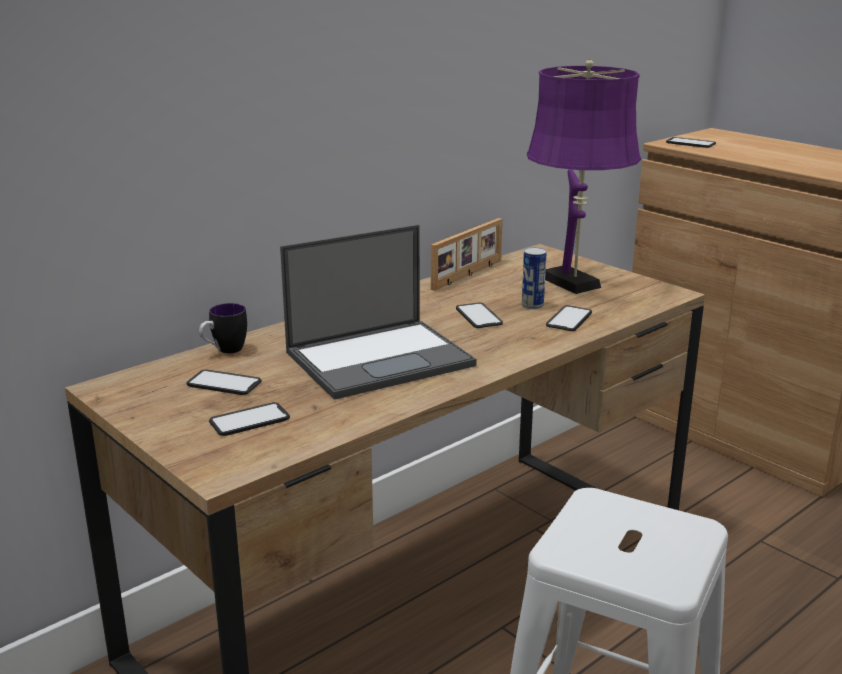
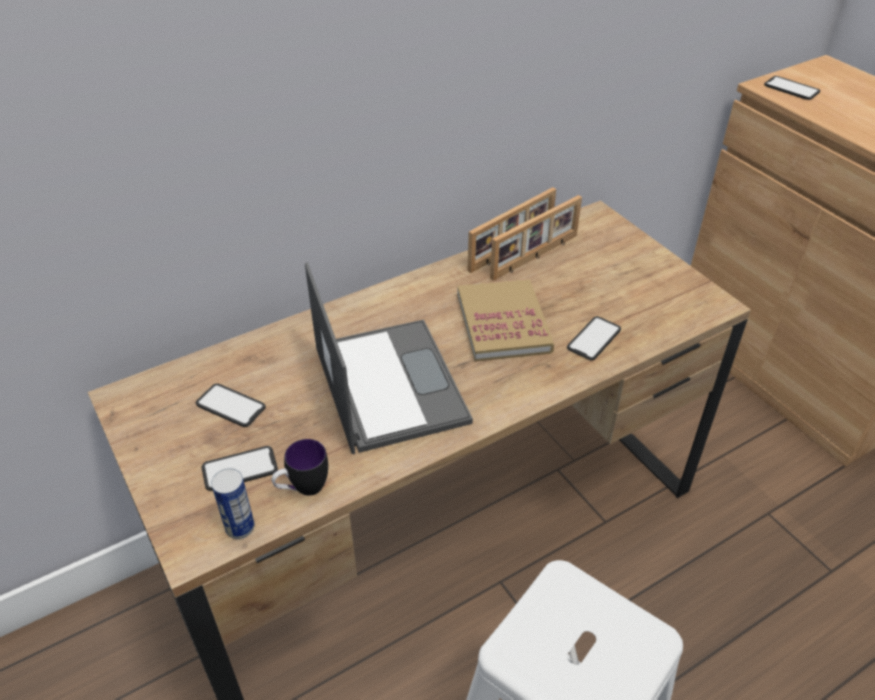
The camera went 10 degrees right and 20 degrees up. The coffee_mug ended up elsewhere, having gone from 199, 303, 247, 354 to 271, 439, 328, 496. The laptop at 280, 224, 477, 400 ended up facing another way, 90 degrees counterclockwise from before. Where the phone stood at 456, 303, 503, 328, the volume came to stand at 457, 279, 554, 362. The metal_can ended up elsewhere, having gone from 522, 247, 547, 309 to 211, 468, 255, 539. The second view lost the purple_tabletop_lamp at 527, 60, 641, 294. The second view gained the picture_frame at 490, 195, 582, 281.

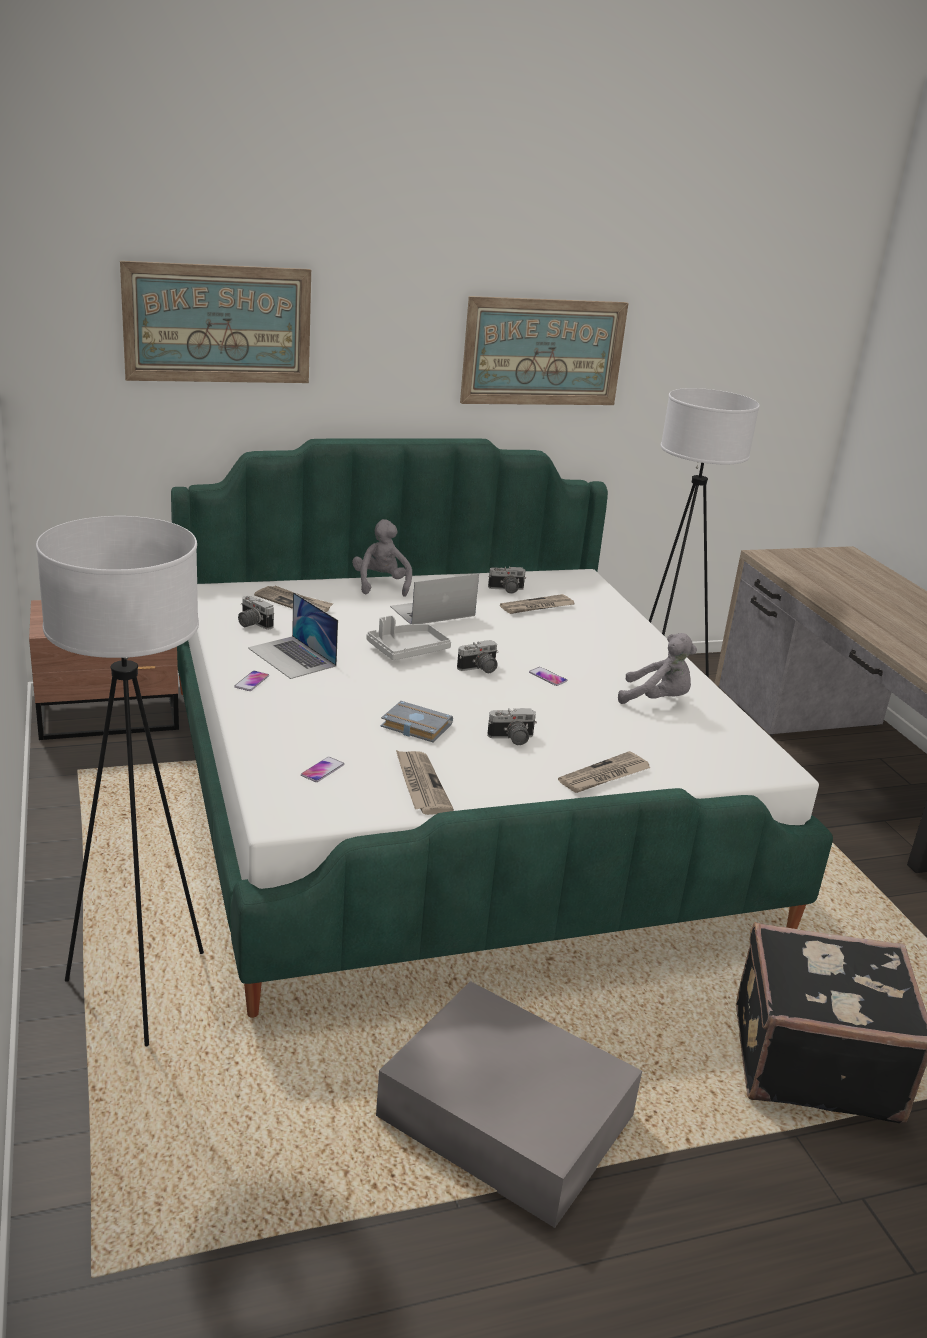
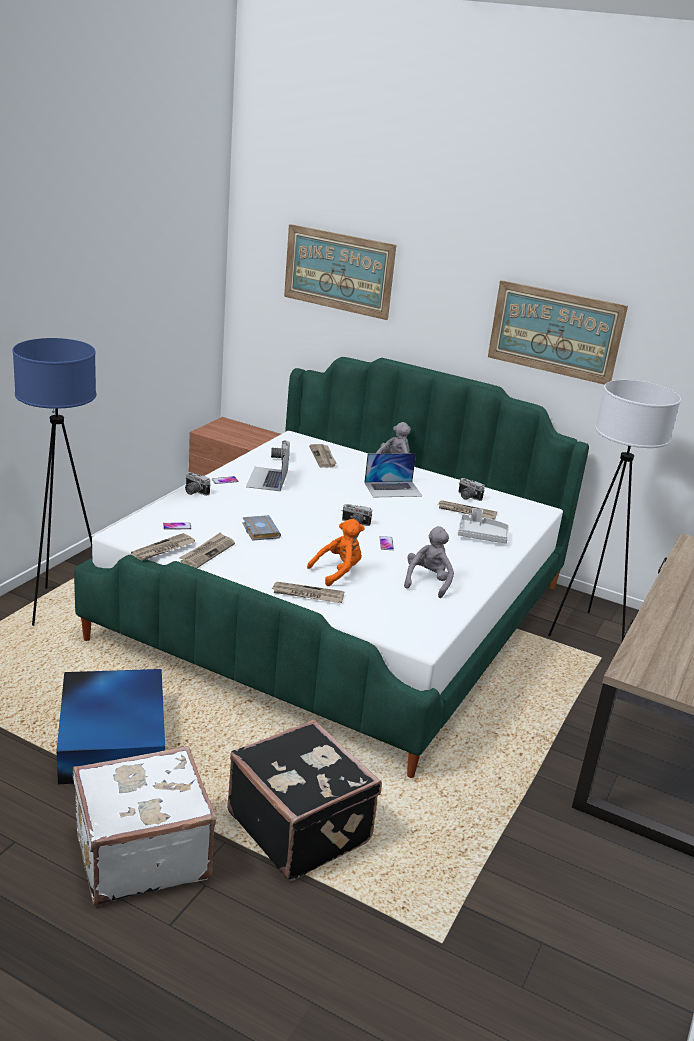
The camera went 45 degrees right and 0 degrees up. What was the white-coloured_standard_lamp at 36, 516, 204, 1046 turned into the blue_standard_lamp at 12, 338, 96, 626. The greyish_serving_tray ended up elsewhere, having gone from 366, 615, 451, 660 to 458, 508, 509, 543. What was the greyish_storage_bin at 376, 981, 642, 1228 turned into the blue_storage_bin at 57, 669, 165, 784. The laptop at 390, 574, 479, 624 ended up facing another way, 150 degrees clockwise from before. The photo_camera ended up elsewhere, having gone from 487, 708, 537, 745 to 185, 472, 211, 496. The greyish_cuddly_toy at 618, 633, 697, 704 ended up facing another way, 135 degrees counterclockwise from before. The second view gained the white-coloured_suitcase at 73, 746, 216, 905. The second view gained the printed_paper at 131, 533, 195, 561. The second view gained the orange_cuddly_toy at 307, 519, 364, 586.

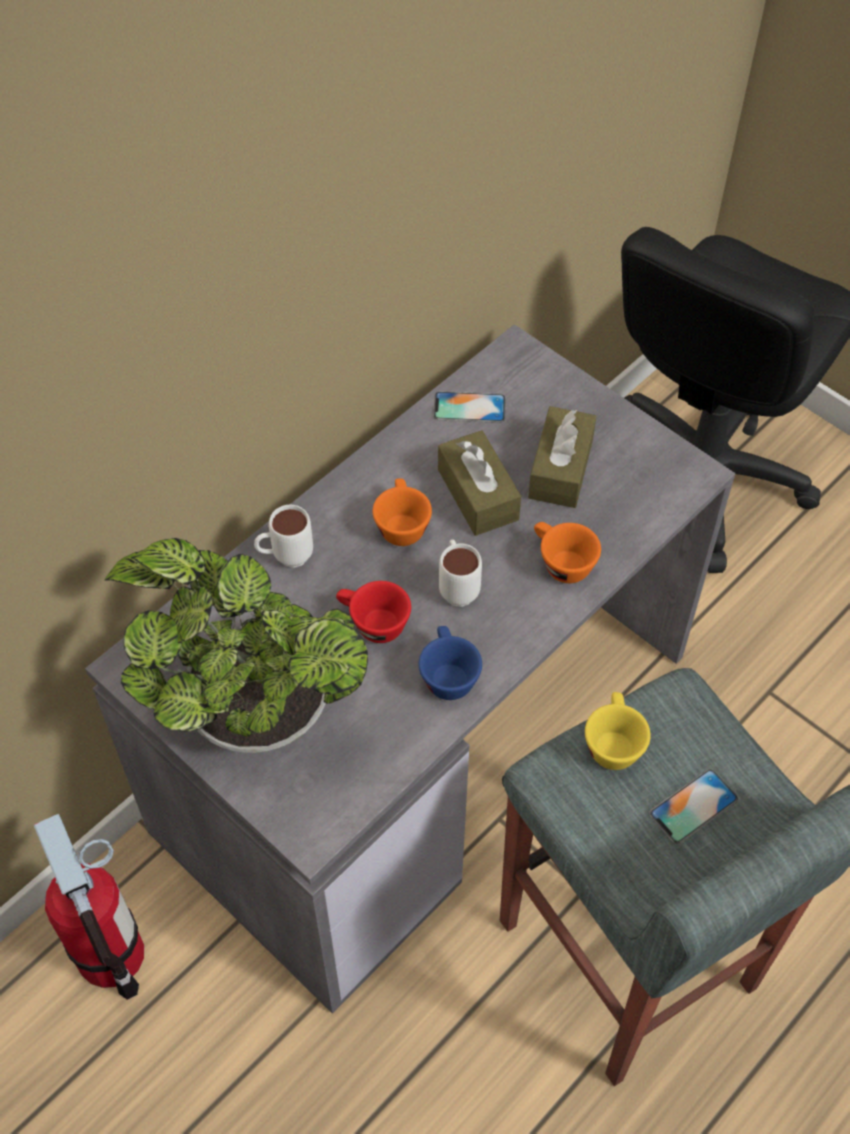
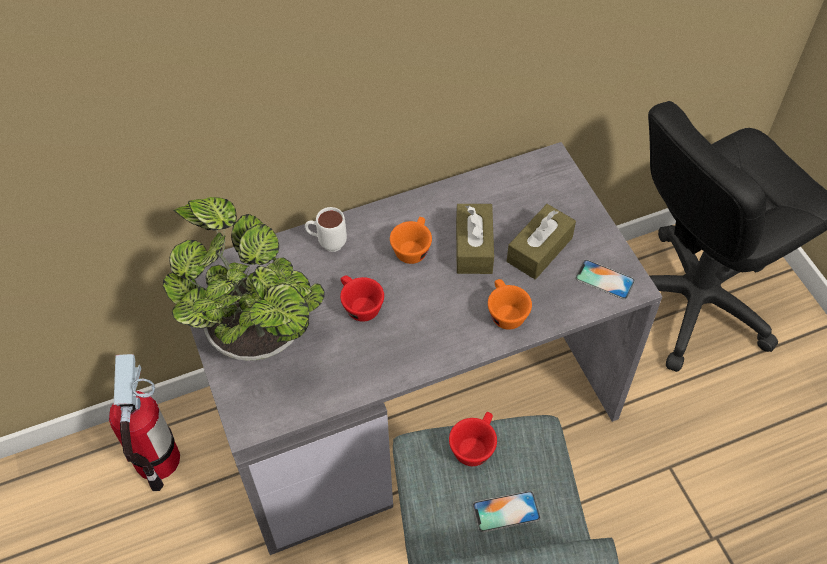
The camera went 25 degrees right and 0 degrees up. The second view lost the blue_small_cup at 419, 626, 482, 700. The phone ended up elsewhere, having gone from 434, 391, 506, 423 to 575, 260, 635, 299. The second view lost the white-coloured_coffee_mug at 439, 539, 482, 607. What was the yellow-coloured_small_cup at 585, 692, 651, 770 turned into the red_small_cup at 449, 412, 497, 466.

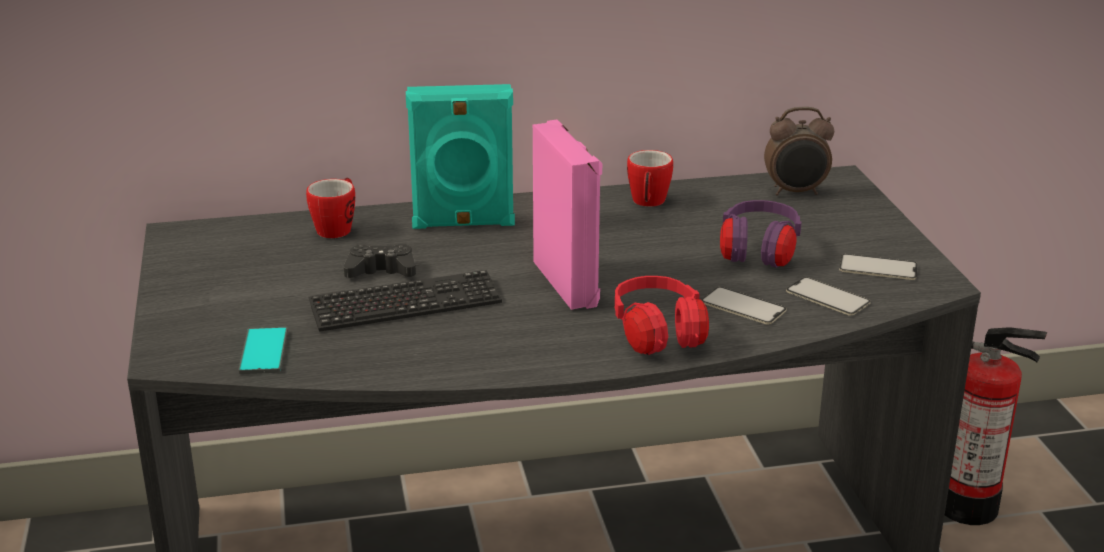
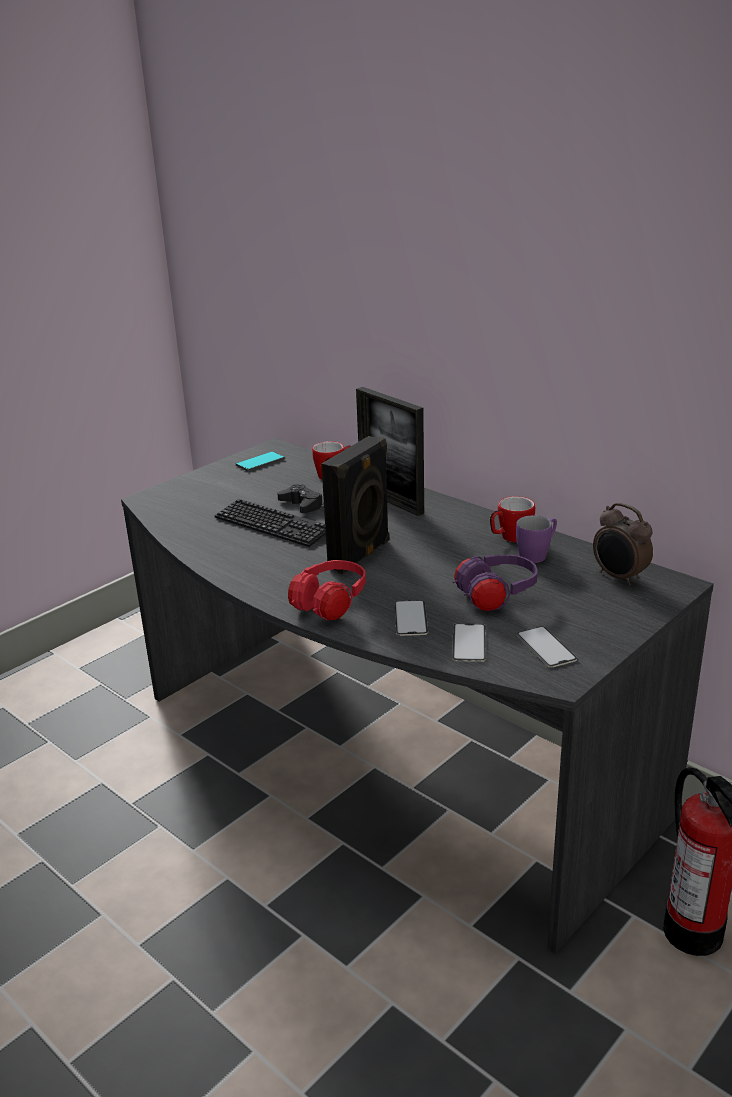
The camera went 55 degrees right and 0 degrees up. The phone ended up elsewhere, having gone from 238, 326, 288, 374 to 236, 451, 285, 472. Where the turquoise-coloured_audio_speaker stood at 406, 84, 515, 229, the picture_frame came to stand at 356, 387, 424, 516. What was the pink-coloured_audio_speaker at 533, 120, 602, 310 turned into the blackish_audio_speaker at 321, 436, 390, 574. The second view gained the purple_coffee_mug at 516, 515, 557, 563.

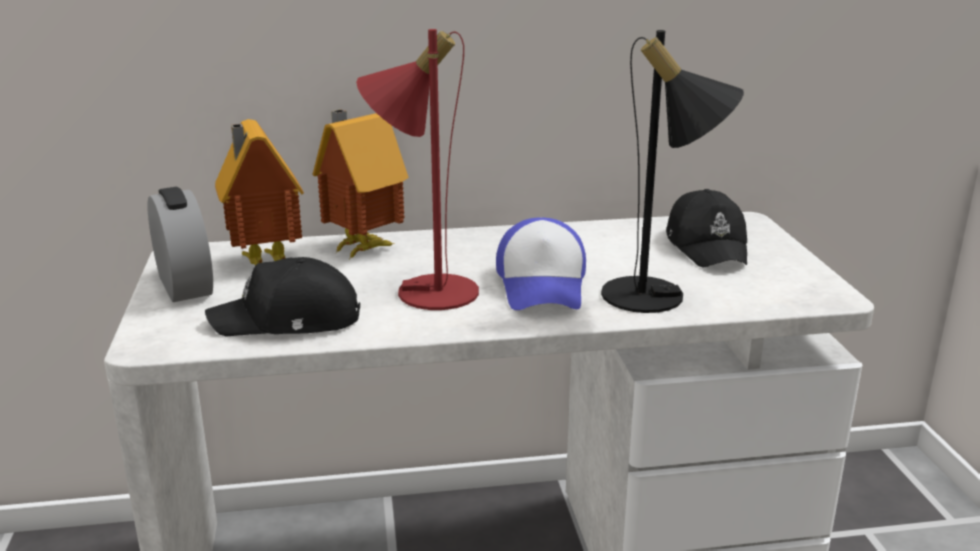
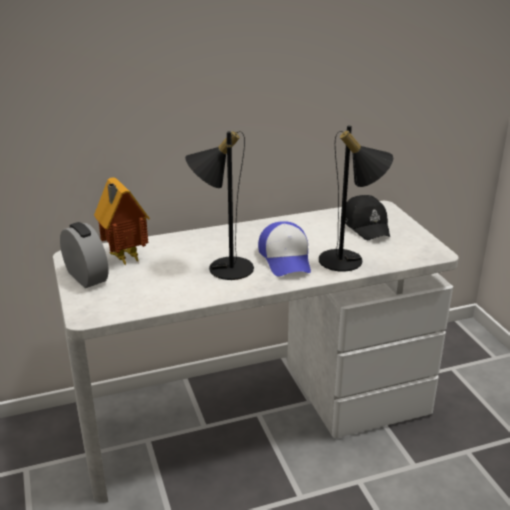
The camera went 10 degrees left and 5 degrees up. The second view lost the blackish_cap at 205, 257, 360, 337. The second view lost the model_house at 312, 109, 409, 259. What was the red_tabletop_lamp at 356, 29, 479, 310 turned into the blackish_tabletop_lamp at 185, 131, 254, 280.

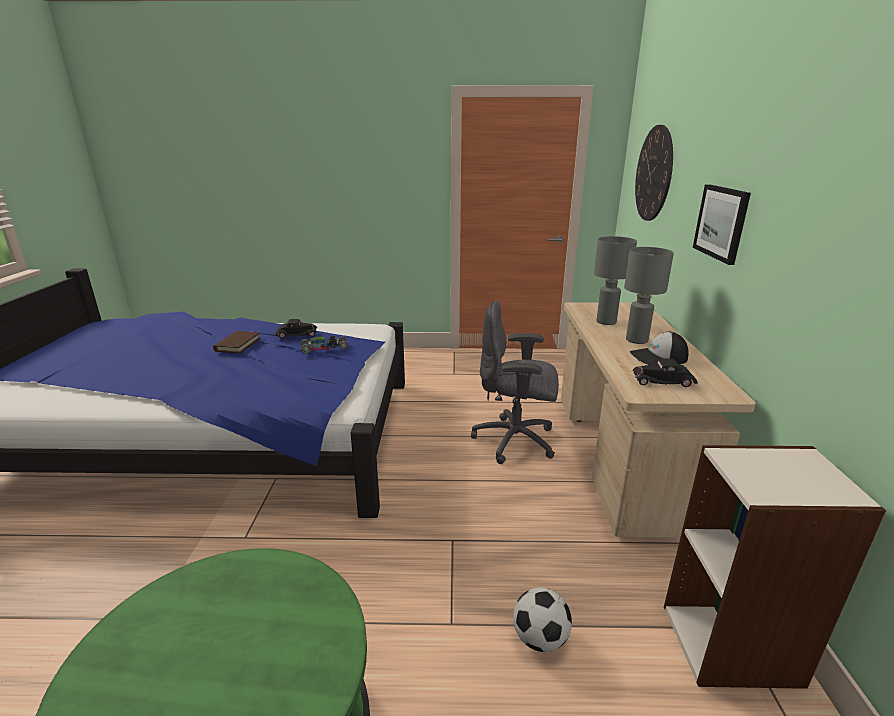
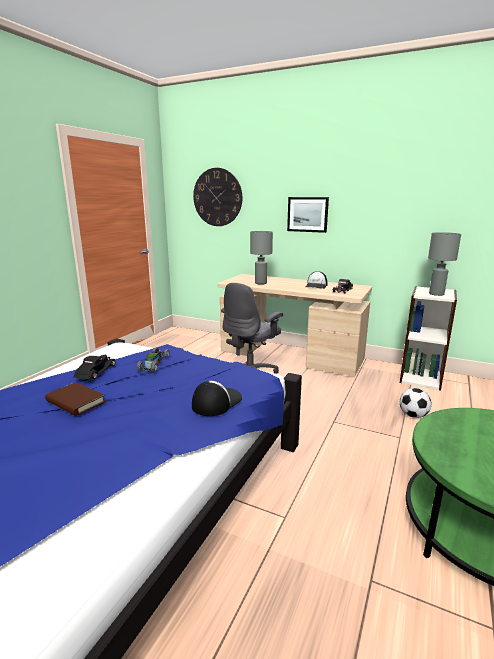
The camera went 65 degrees left and 5 degrees down. The greyish_tabletop_lamp ended up elsewhere, having gone from 624, 247, 674, 344 to 428, 232, 461, 296. The second view gained the cap at 192, 381, 242, 416.

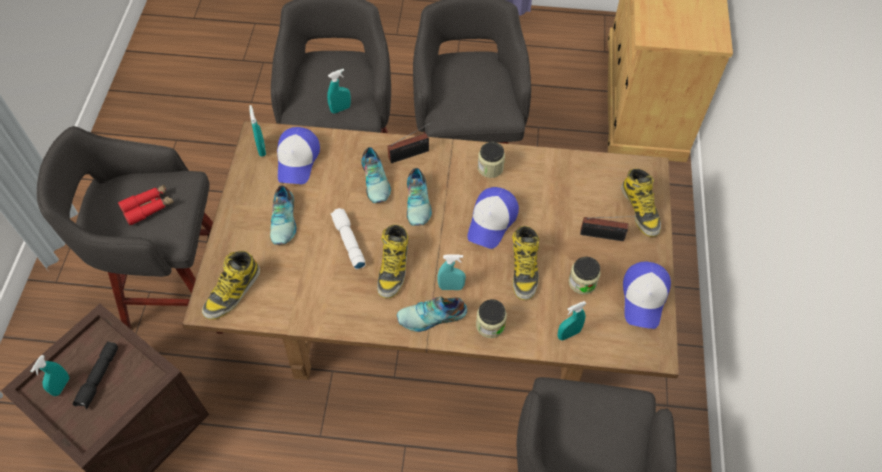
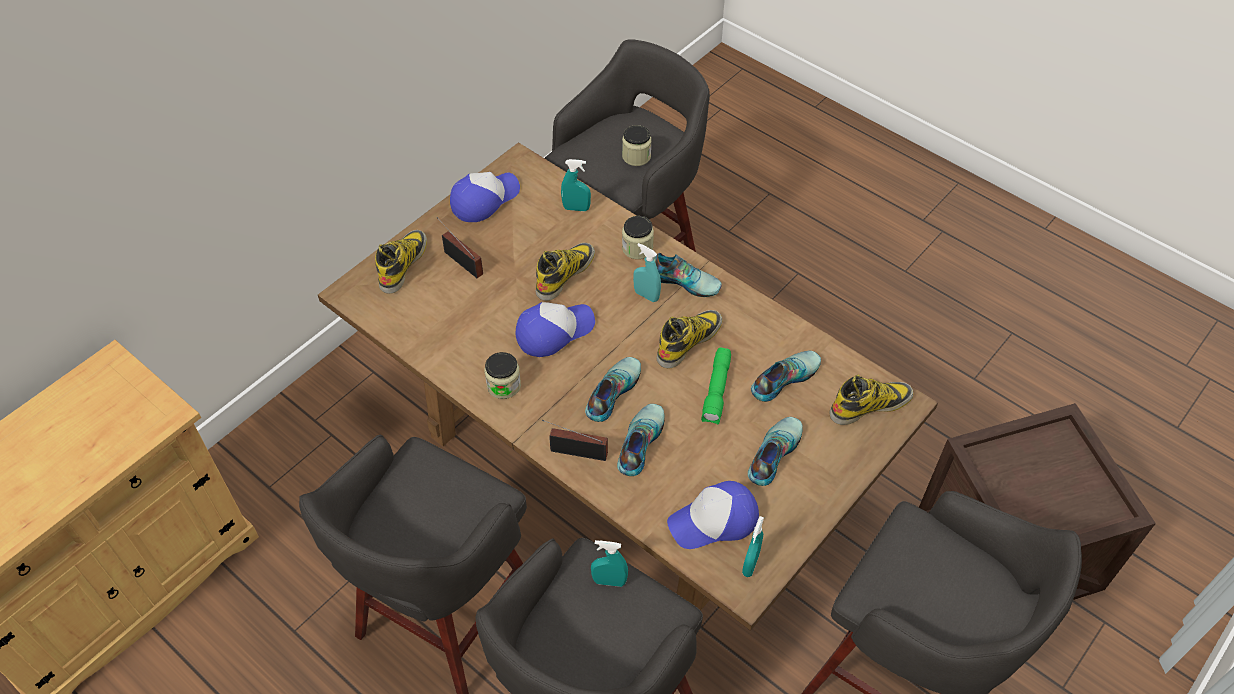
The camera went 145 degrees left and 5 degrees down. The second view lost the turquoise-coloured_spray_bottle at 31, 355, 69, 396. The second view lost the blackish_flashlight at 73, 341, 118, 410. The second view lost the red_pair_of_binoculars at 118, 185, 174, 226. The cap at 277, 127, 320, 184 ended up facing another way, 150 degrees counterclockwise from before. What was the white-coloured_flashlight at 331, 208, 366, 270 turned into the green_flashlight at 701, 347, 731, 424. The storage_jar ended up elsewhere, having gone from 569, 257, 601, 295 to 622, 125, 652, 166. The second view gained the item_of_footwear at 751, 351, 821, 402.

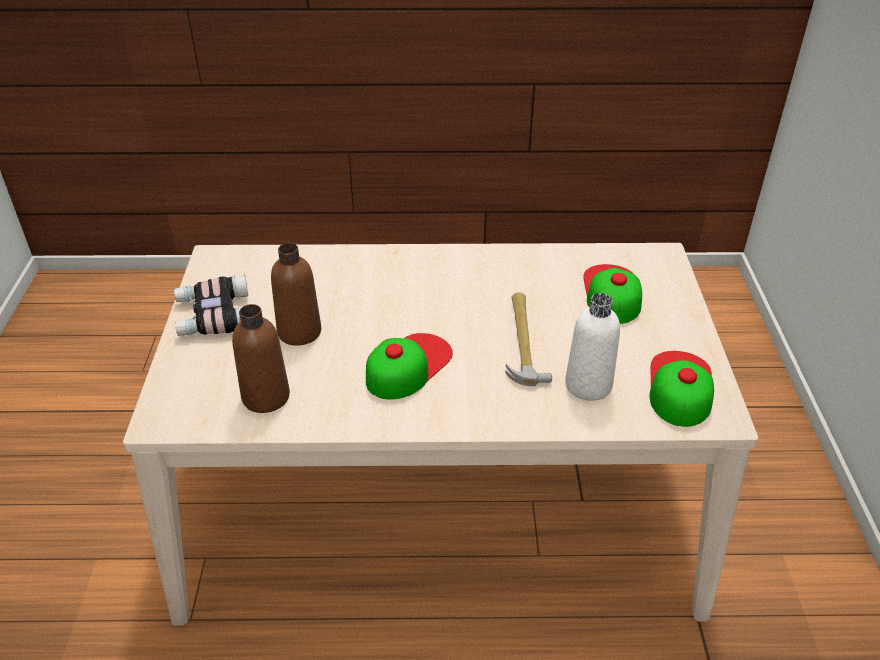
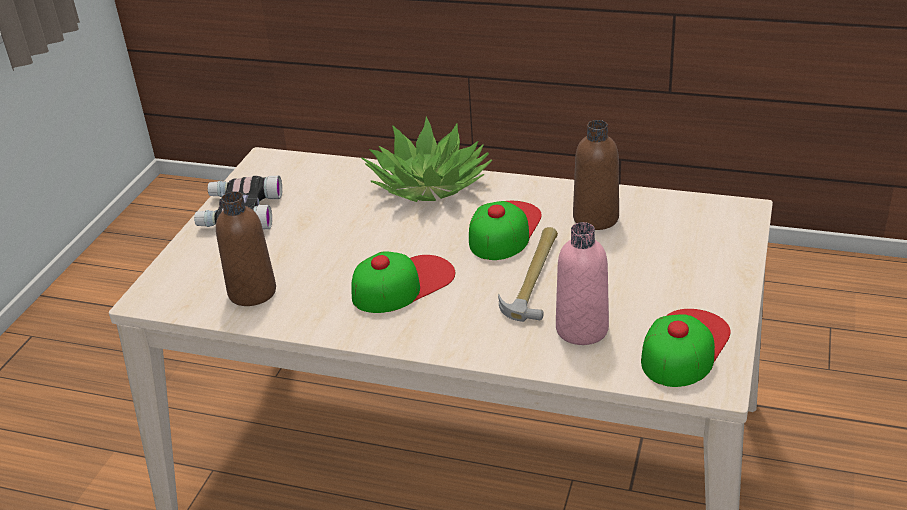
The camera went 20 degrees right and 5 degrees down. The brown_beverage_bottle ended up elsewhere, having gone from 271, 243, 321, 346 to 573, 120, 619, 230. What was the white-coloured_beverage_bottle at 565, 293, 620, 401 turned into the pink-coloured_beverage_bottle at 556, 222, 609, 345. The cap ended up elsewhere, having gone from 583, 264, 642, 324 to 469, 201, 542, 260. The second view gained the potted_plant at 362, 117, 492, 202.

